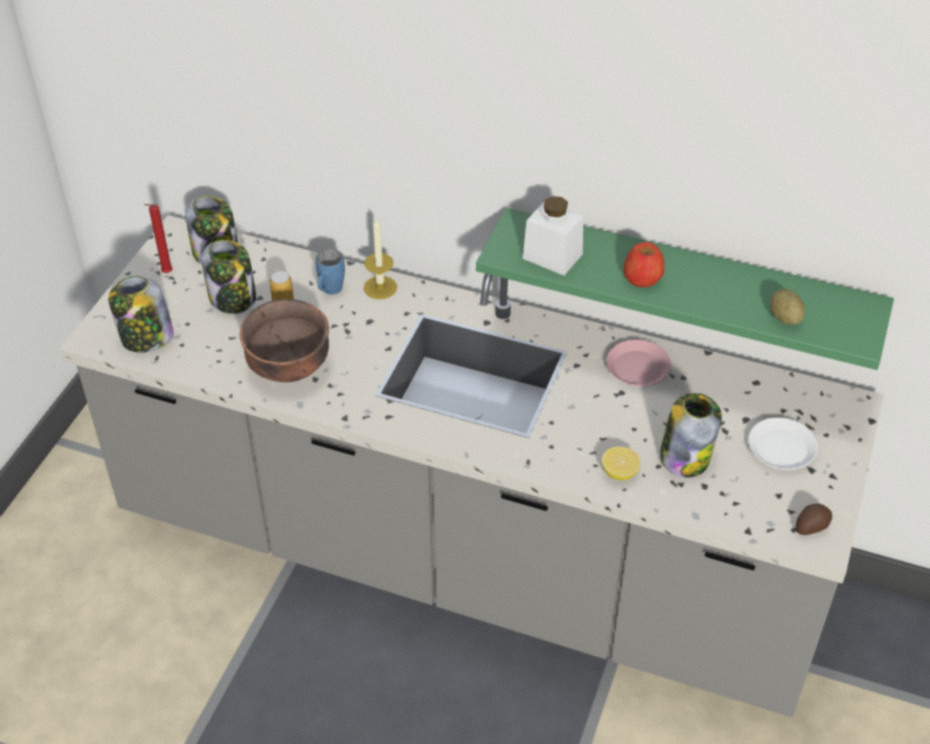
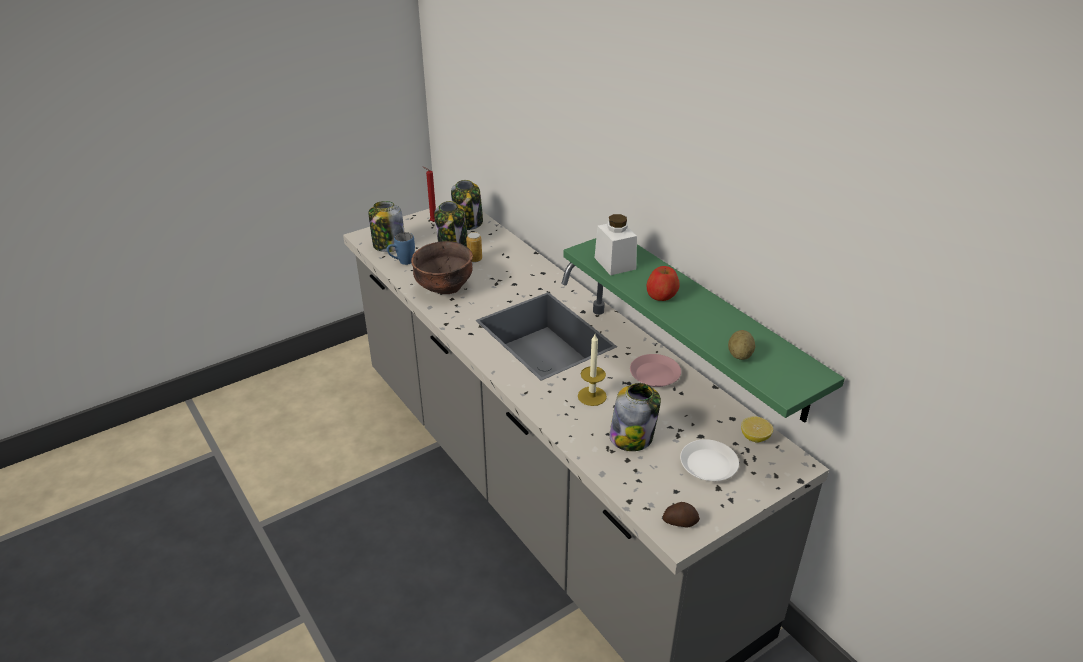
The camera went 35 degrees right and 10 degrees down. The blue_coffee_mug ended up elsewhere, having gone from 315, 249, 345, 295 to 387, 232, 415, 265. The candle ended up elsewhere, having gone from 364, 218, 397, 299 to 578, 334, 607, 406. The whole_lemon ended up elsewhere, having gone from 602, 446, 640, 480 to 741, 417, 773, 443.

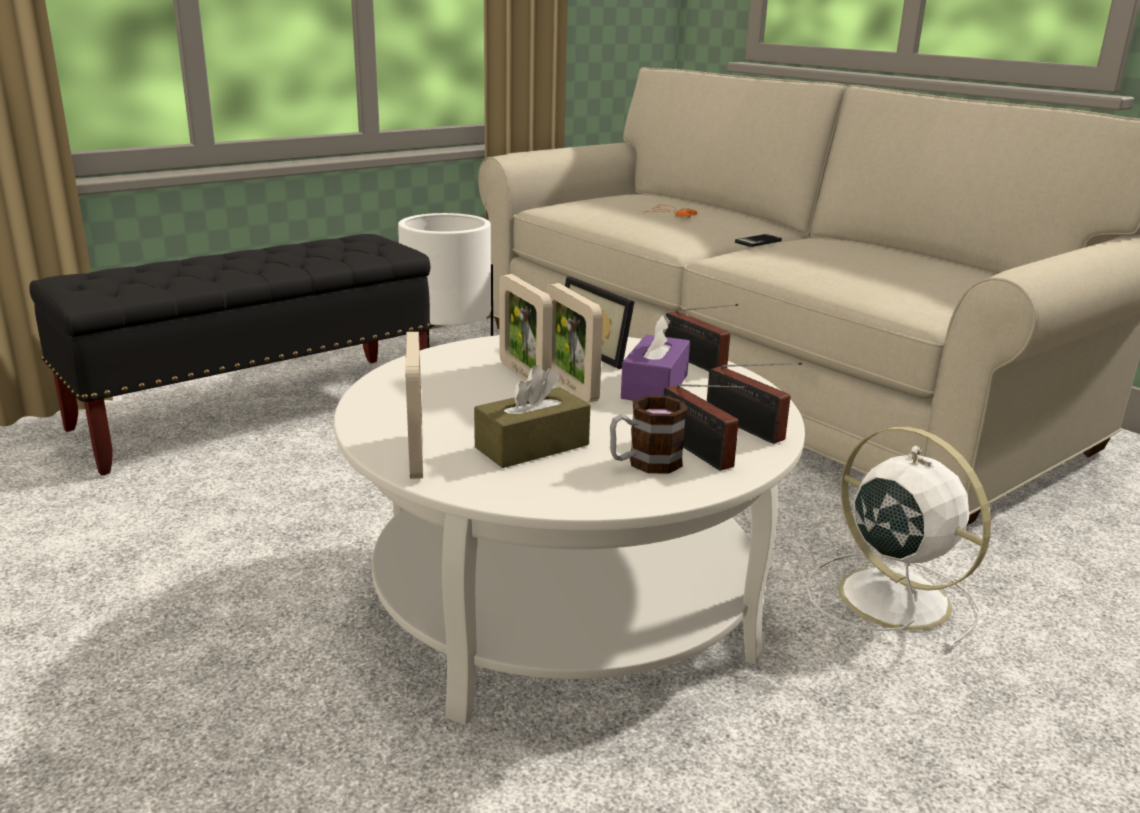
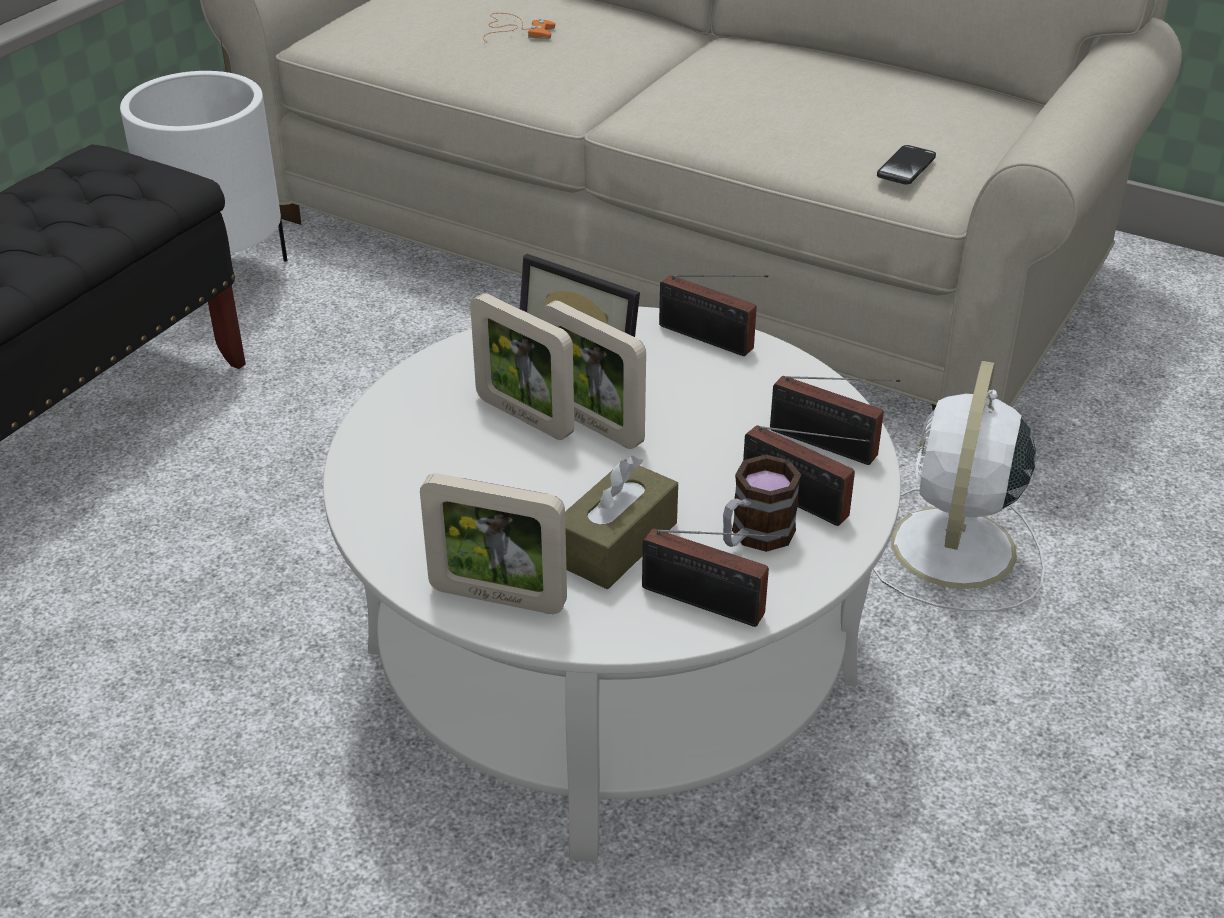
The camera went 20 degrees left and 15 degrees up. The picture_frame at 405, 332, 423, 479 ended up facing another way, 135 degrees clockwise from before. The second view lost the purple_box_of_tissues at 621, 314, 690, 401. The phone ended up elsewhere, having gone from 735, 234, 782, 247 to 877, 145, 936, 184. The white-coloured_fan at 807, 427, 991, 650 ended up facing another way, 105 degrees counterclockwise from before. The second view gained the radio_receiver at 642, 528, 785, 627.

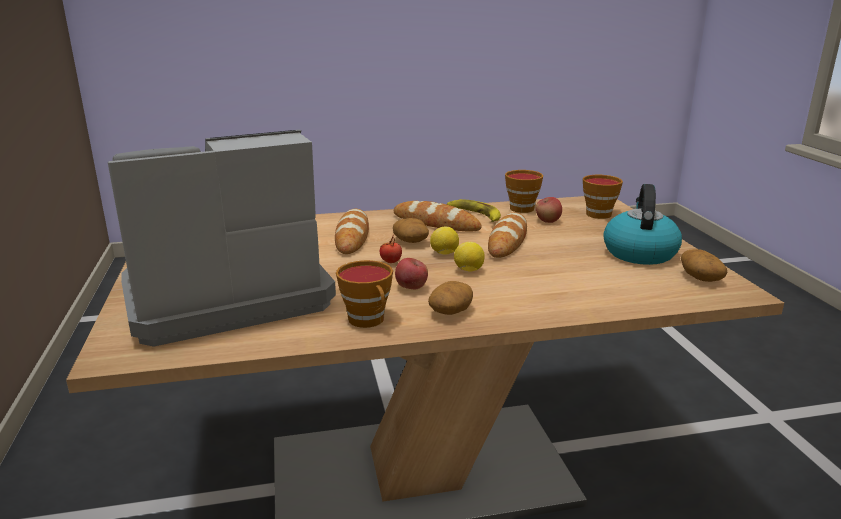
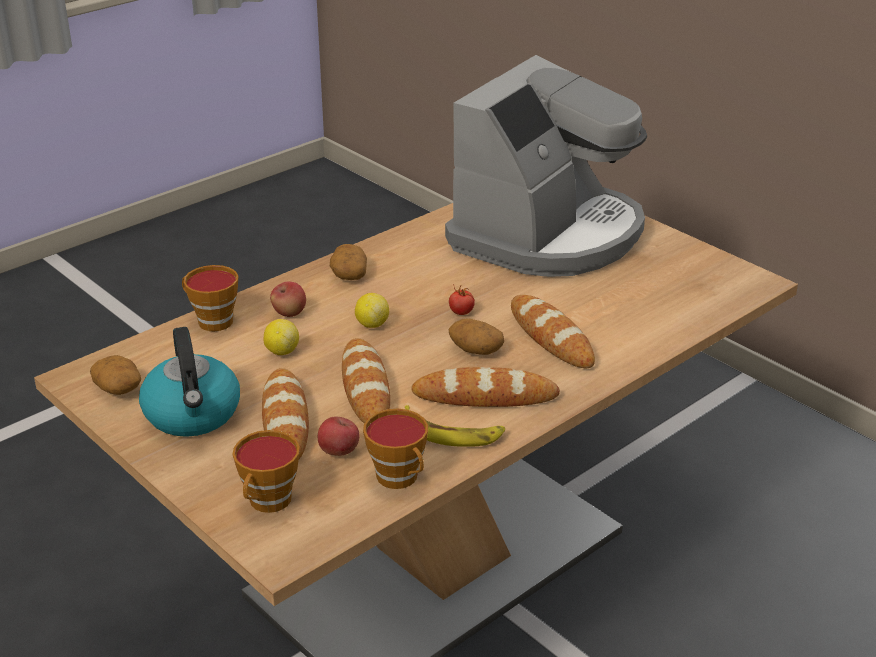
The camera went 150 degrees right and 10 degrees up. The small_cup ended up elsewhere, having gone from 336, 260, 393, 328 to 182, 265, 238, 331. The whole_apple ended up elsewhere, having gone from 395, 258, 428, 289 to 270, 282, 306, 317. The whole_lemon ended up elsewhere, having gone from 430, 227, 459, 255 to 263, 319, 299, 355. The second view gained the baked_bread at 262, 368, 309, 459.

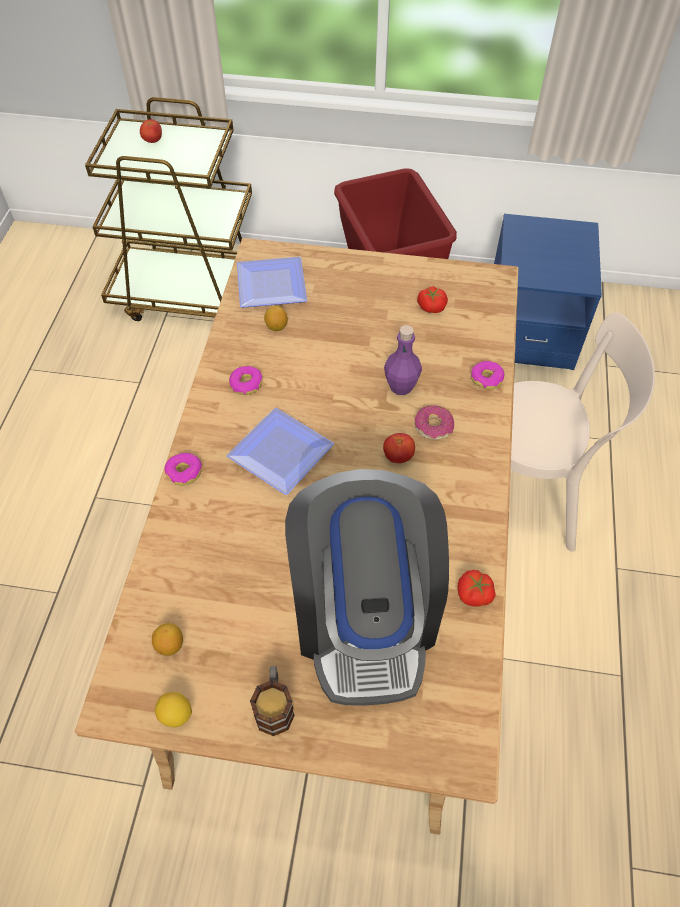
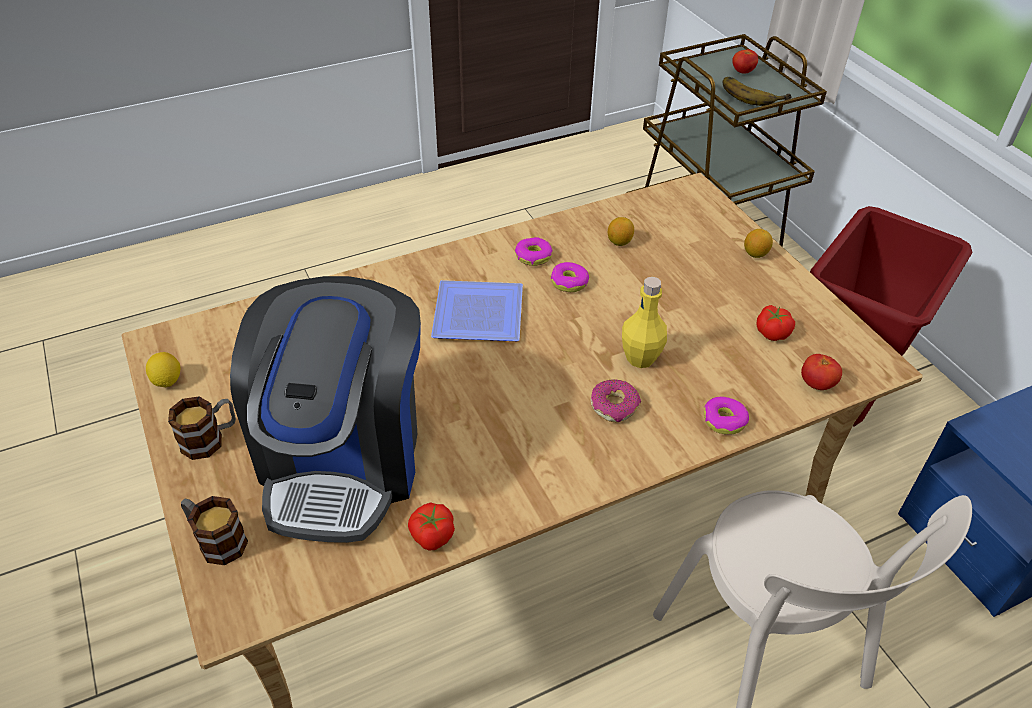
The camera went 55 degrees right and 10 degrees down. The whole_lemon ended up elsewhere, having gone from 152, 623, 183, 656 to 744, 229, 773, 258. The ring_doughnut ended up elsewhere, having gone from 164, 453, 202, 486 to 551, 262, 589, 292. The second view lost the plate at 237, 257, 307, 308. The coffee_machine at 285, 469, 449, 706 ended up facing another way, 45 degrees counterclockwise from before. The fresh_tomato ended up elsewhere, having gone from 383, 433, 415, 463 to 801, 354, 842, 390. What was the purple_beverage_bottle at 384, 325, 422, 395 turned into the yellow-coloured_beverage_bottle at 622, 277, 667, 368. The second view gained the coffee_mug at 181, 496, 248, 565. The second view gained the whole_banana at 722, 77, 792, 106.

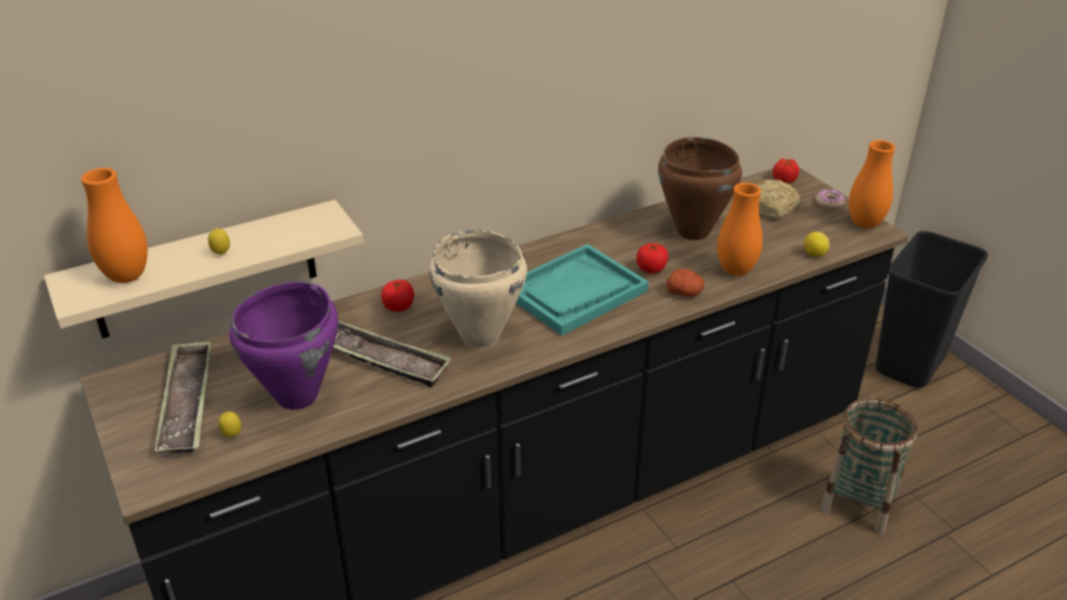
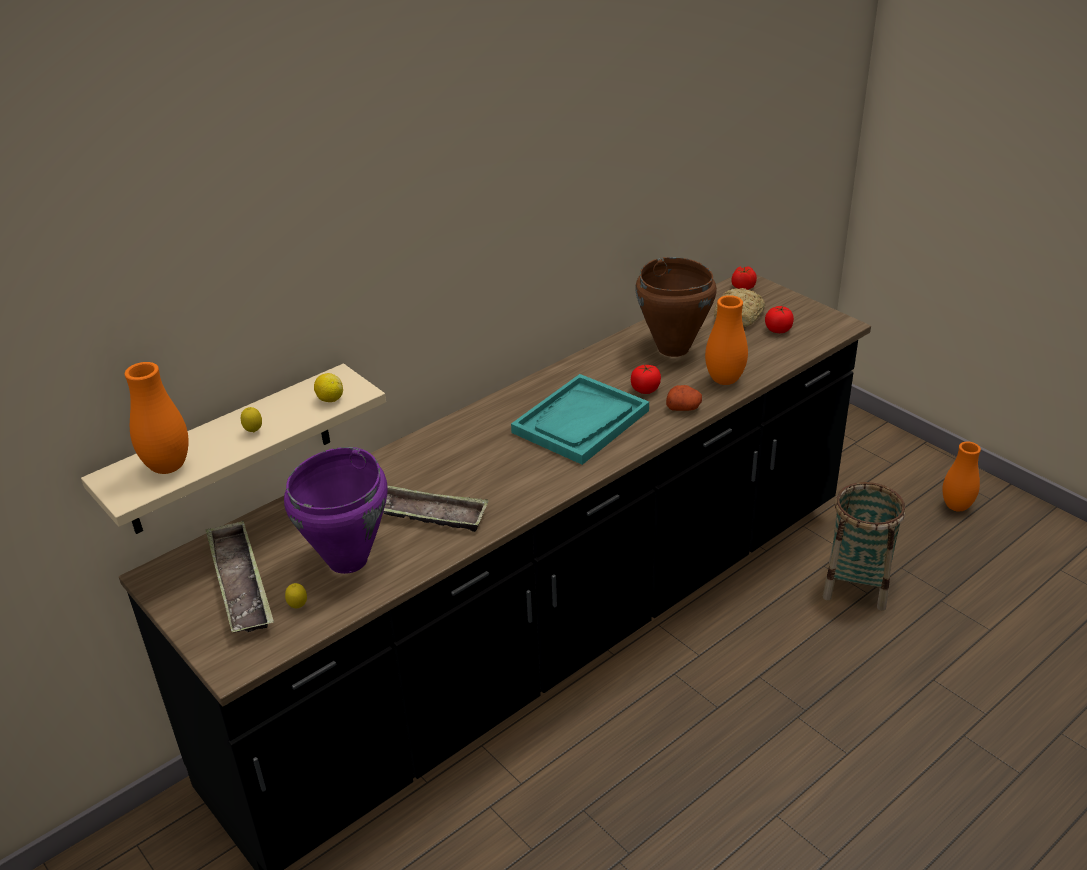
The camera went 10 degrees left and 0 degrees up. The fresh_tomato ended up elsewhere, having gone from 381, 280, 414, 312 to 765, 306, 794, 333. The second view lost the beige_saucepot at 429, 230, 527, 348. The whole_lemon ended up elsewhere, having gone from 804, 232, 830, 257 to 314, 373, 343, 402. The second view lost the ring_doughnut at 816, 189, 845, 209. The orange_flower_vase ended up elsewhere, having gone from 849, 140, 895, 229 to 942, 442, 981, 512. The second view lost the blackish_rubbish_bin at 875, 231, 988, 388.

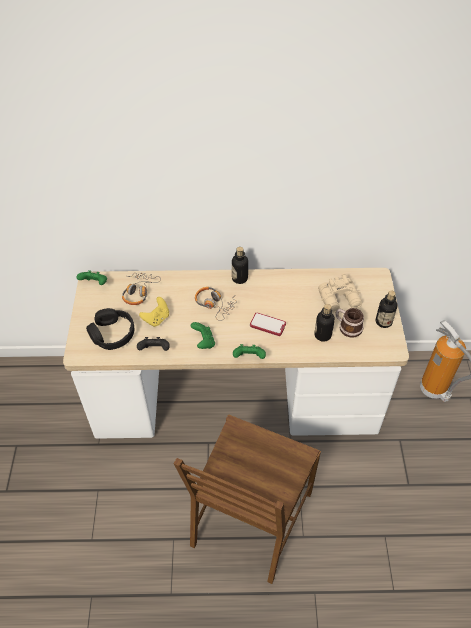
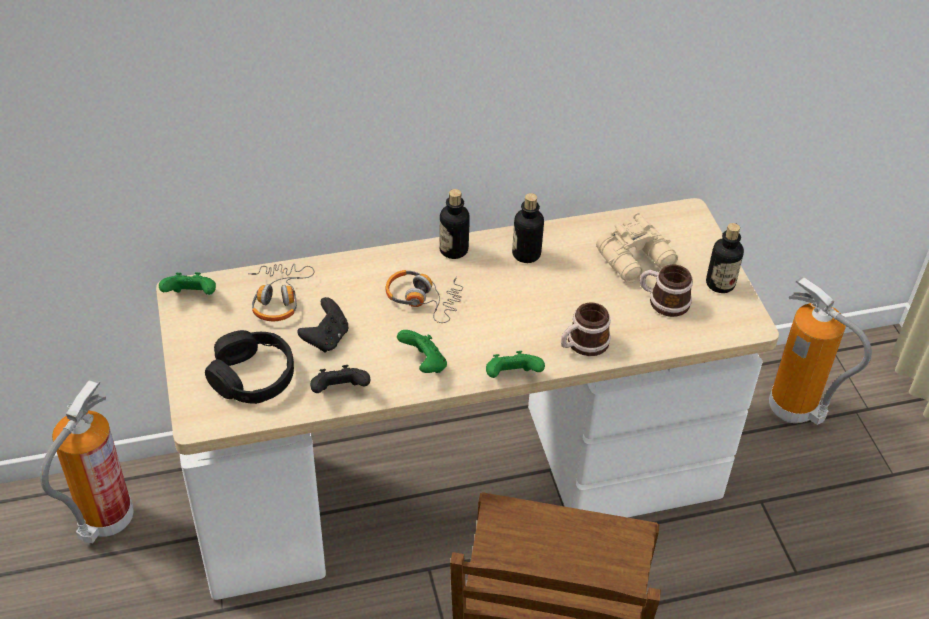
The camera went 15 degrees left and 5 degrees down. What was the yellow-coloured_gamepad at 139, 297, 169, 327 turned into the blackish_gamepad at 297, 297, 348, 353. The second view lost the phone at 250, 313, 286, 336. The beverage_bottle ended up elsewhere, having gone from 315, 304, 335, 342 to 512, 193, 544, 263. The second view gained the extinguisher at 40, 378, 134, 543. The second view gained the coffee_mug at 561, 302, 611, 356.

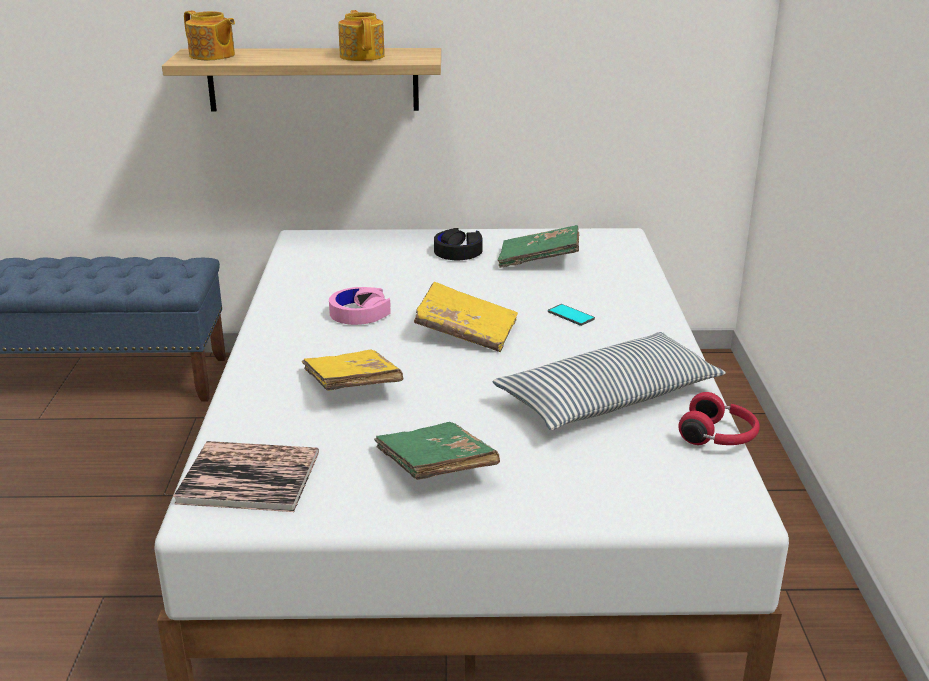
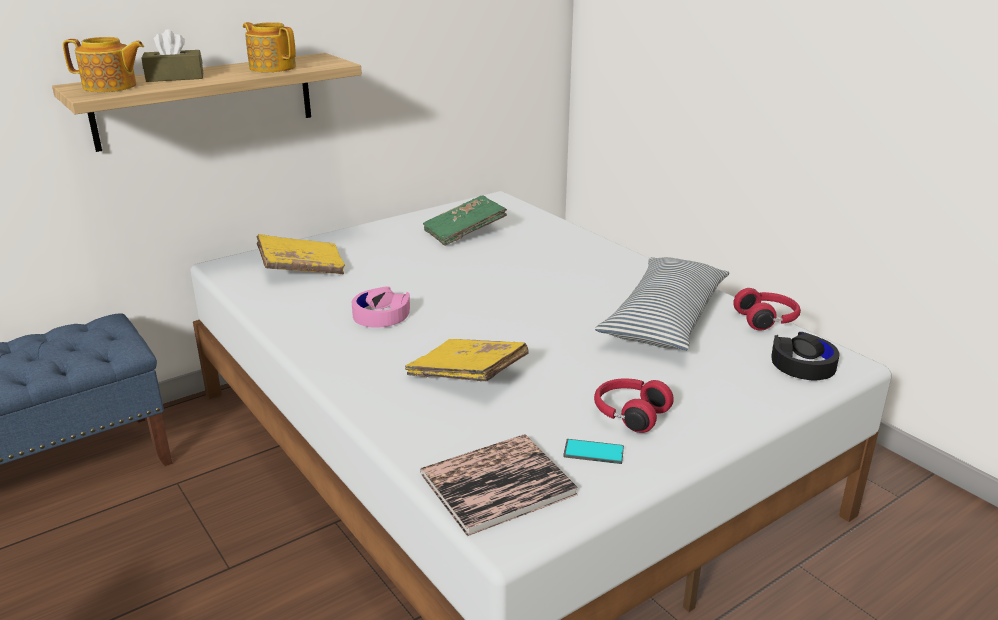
The camera went 35 degrees left and 0 degrees up. Where the green_volume stood at 374, 422, 500, 480, the red_pair_of_headphones came to stand at 594, 379, 674, 433. The yellow-coloured_volume ended up elsewhere, having gone from 414, 282, 518, 352 to 256, 234, 345, 275. The blackish_pair_of_headphones ended up elsewhere, having gone from 434, 228, 483, 260 to 771, 332, 840, 380. The phone ended up elsewhere, having gone from 548, 304, 595, 326 to 563, 439, 624, 464. The second view gained the brown_box_of_tissues at 142, 29, 203, 82.

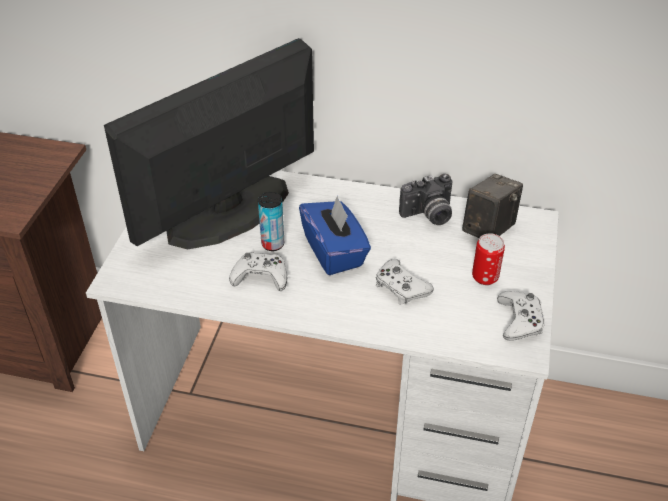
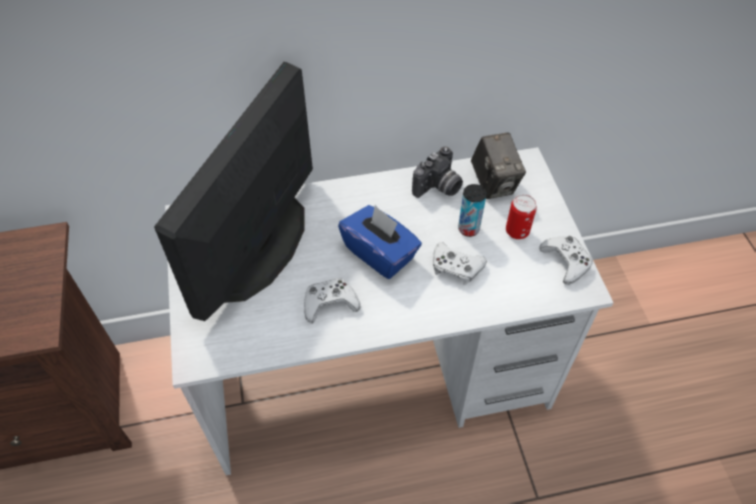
The camera went 25 degrees left and 10 degrees up. The metal_can ended up elsewhere, having gone from 258, 192, 285, 251 to 458, 184, 487, 237. The photo_camera at 462, 174, 523, 238 ended up facing another way, 150 degrees clockwise from before.

